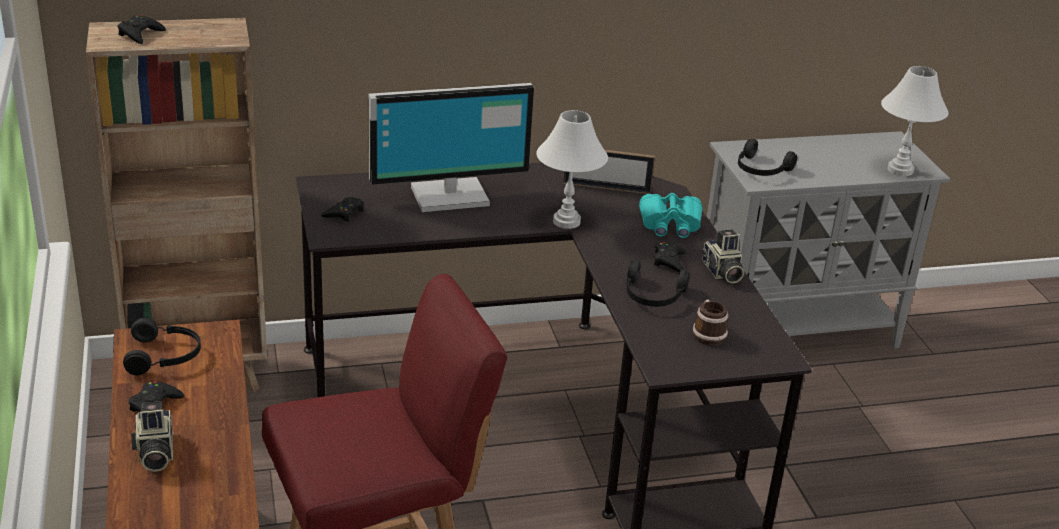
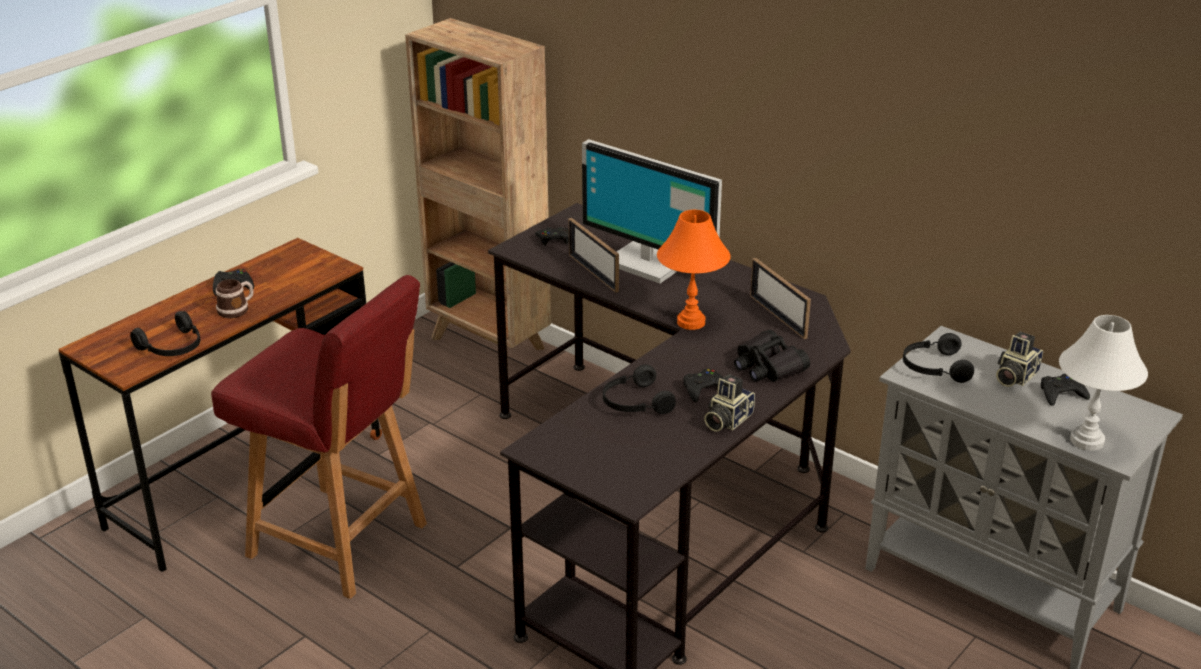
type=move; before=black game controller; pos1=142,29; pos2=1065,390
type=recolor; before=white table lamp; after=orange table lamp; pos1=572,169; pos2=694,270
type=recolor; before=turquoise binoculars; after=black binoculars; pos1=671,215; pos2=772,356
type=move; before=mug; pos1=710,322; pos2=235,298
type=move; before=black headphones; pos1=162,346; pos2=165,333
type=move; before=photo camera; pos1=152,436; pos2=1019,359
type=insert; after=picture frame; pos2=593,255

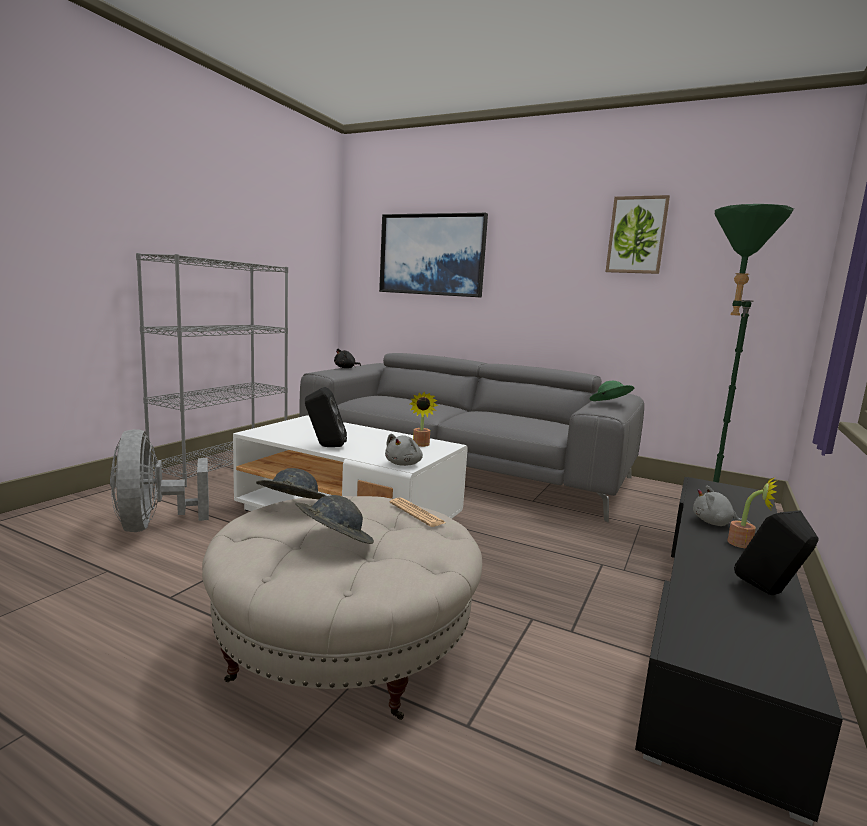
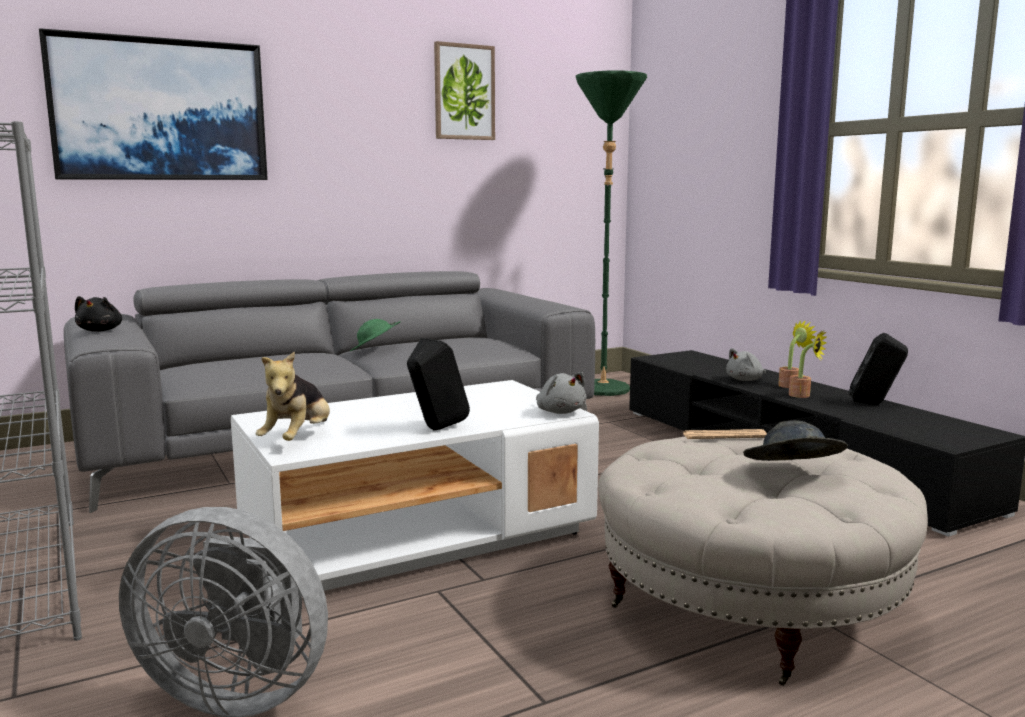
type=move; before=green hat; pos1=612,391; pos2=375,335
type=move; before=potted plant; pos1=424,419; pos2=808,364
type=delete; before=grey hat; pos1=291,484
type=insert; after=plush toy; pos2=293,396

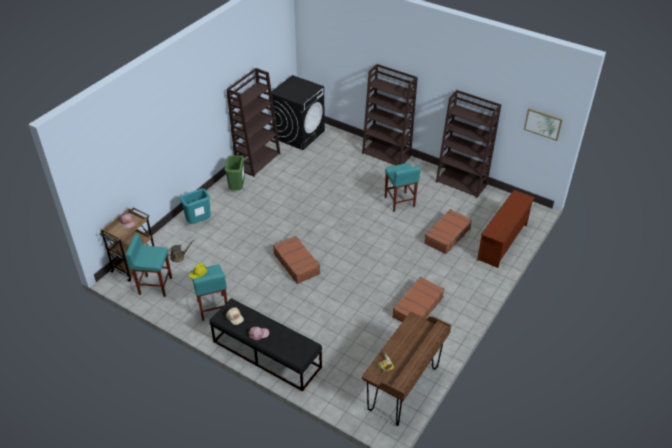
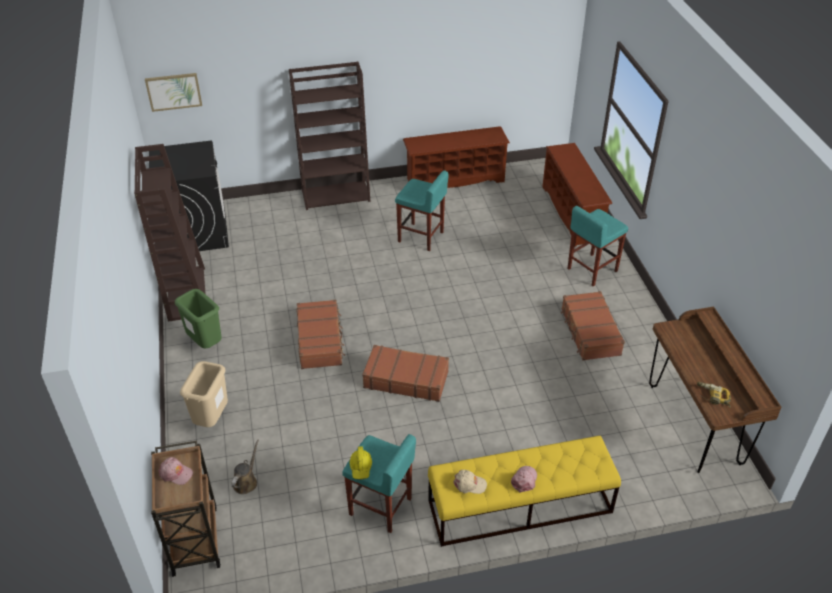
type=replace; before=brown bookcase; after=brown shoe rack; pos1=469,144; pos2=456,157
type=move; before=picture; pos1=543,124; pos2=173,92
type=recolor; before=turquoise trash can; after=beige trash can; pos1=195,206; pos2=204,394
type=move; before=brown suitcase; pos1=448,231; pos2=321,334
type=move; before=turquoise stool; pos1=148,265; pos2=597,246
type=recolor; before=black bench; after=yellow bench; pos1=266,345; pos2=524,491

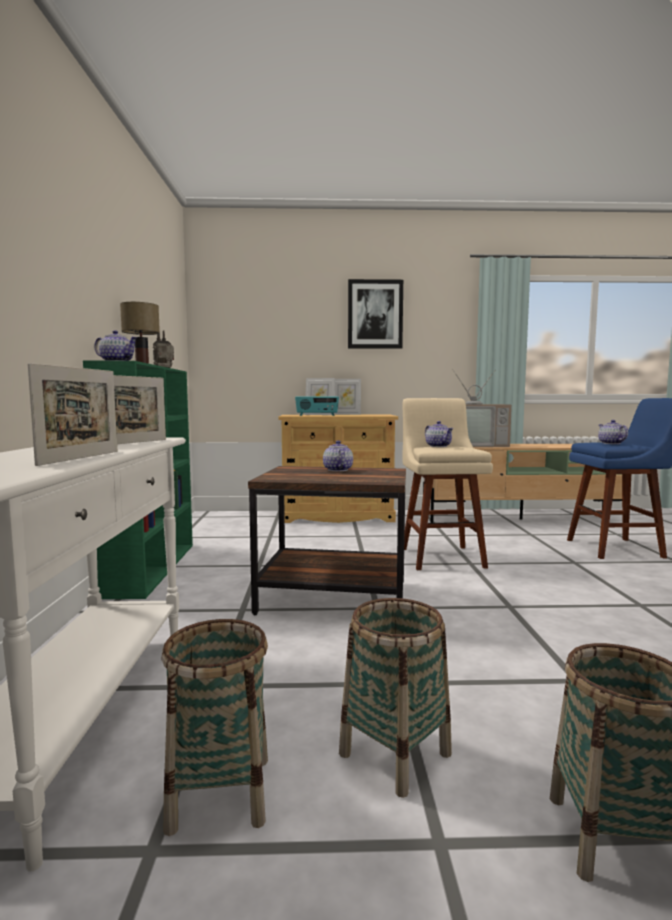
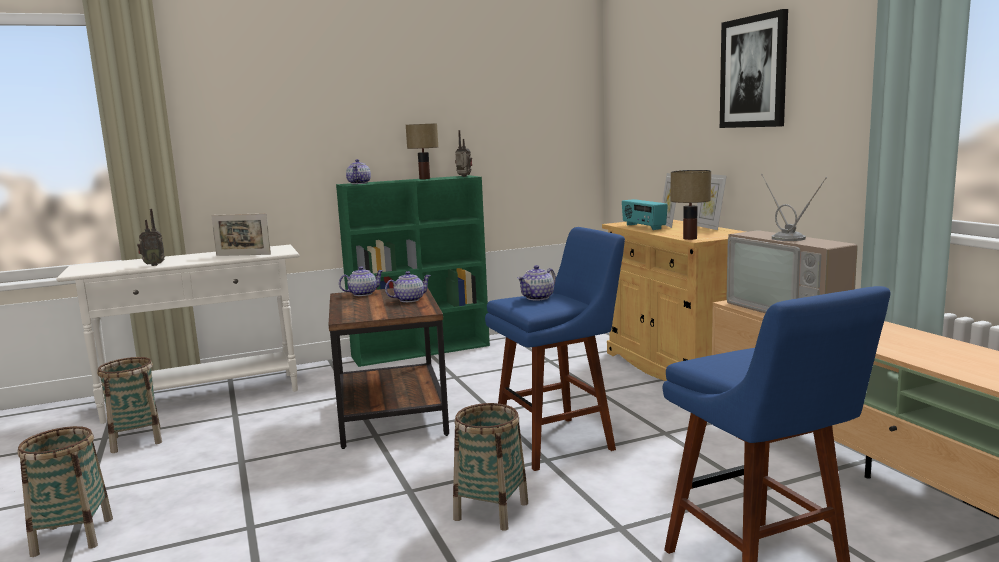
type=replace; before=picture frame; after=radio; pos1=72,414; pos2=151,237
type=recolor; before=beige stool; after=blue stool; pos1=447,484; pos2=555,349
type=move; before=teapot; pos1=613,432; pos2=361,281
type=move; before=basket; pos1=395,698; pos2=490,467
type=insert; after=table lamp; pos2=691,205

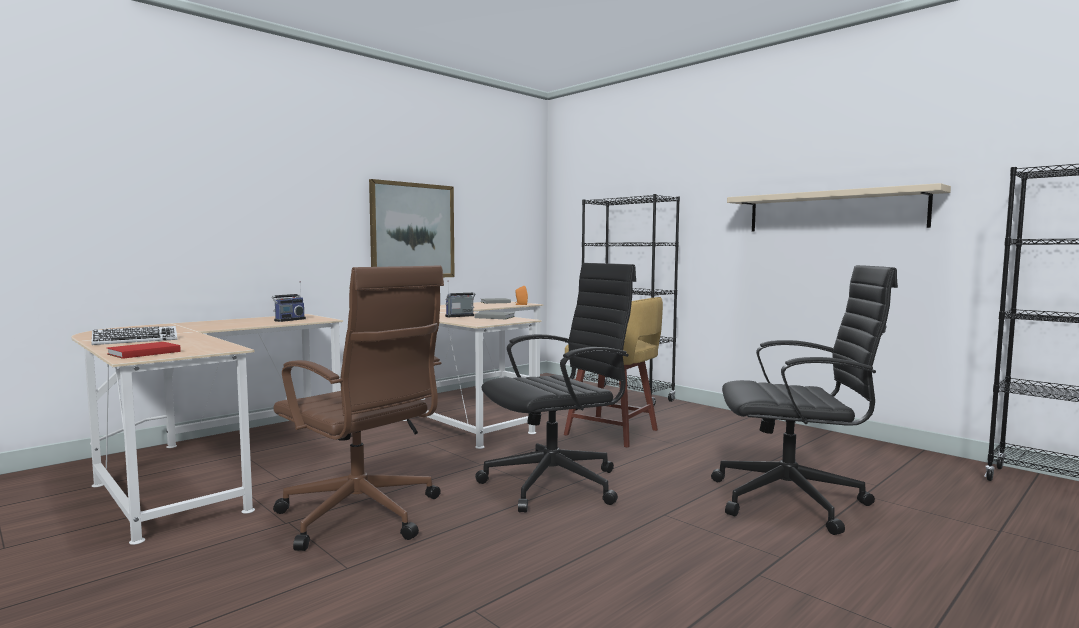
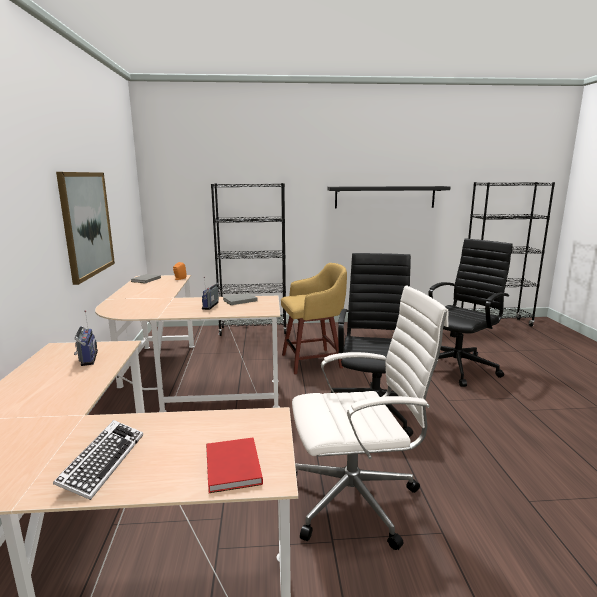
type=recolor; before=beige shelf; after=black shelf; pos1=839,207; pos2=388,197
type=recolor; before=brown office chair; after=white office chair; pos1=358,408; pos2=370,417

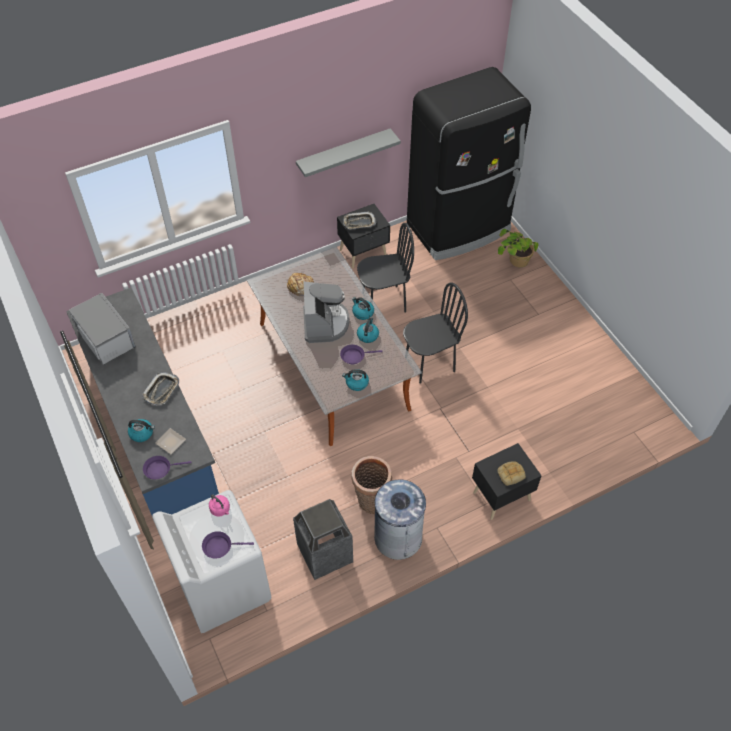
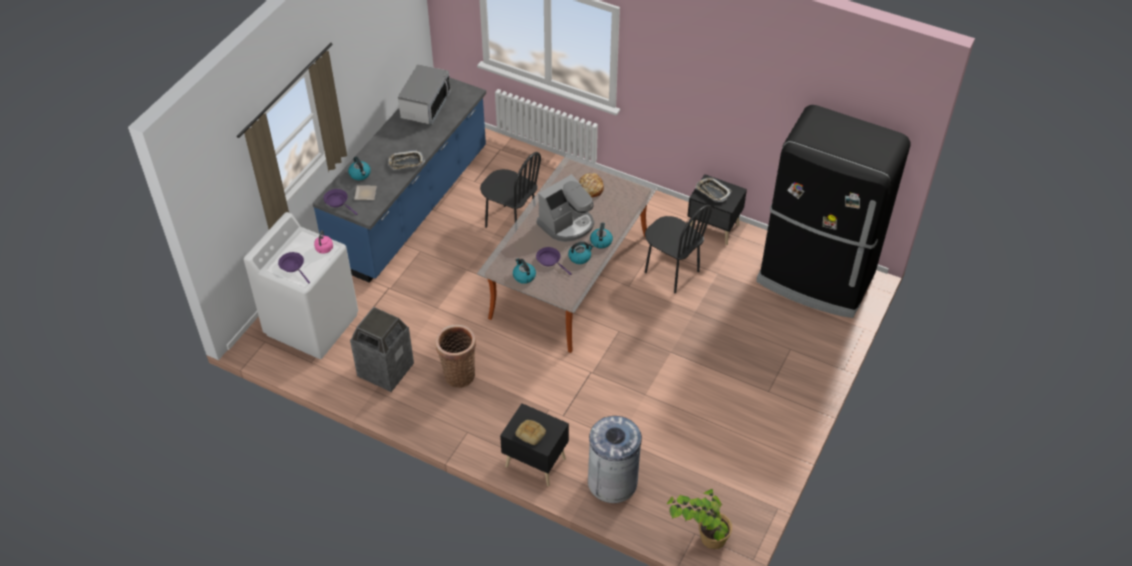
type=delete; before=grey shelf; pos1=348,152
type=move; before=potted plant; pos1=518,248; pos2=699,519
type=move; before=black chair; pos1=435,333; pos2=510,190
type=move; before=grey trash can; pos1=400,519; pos2=615,459

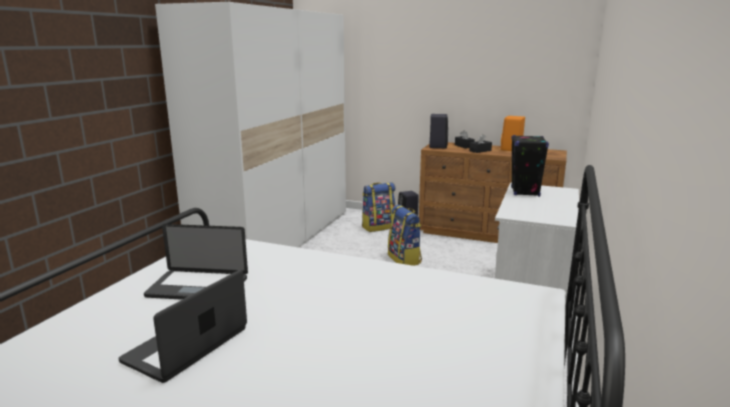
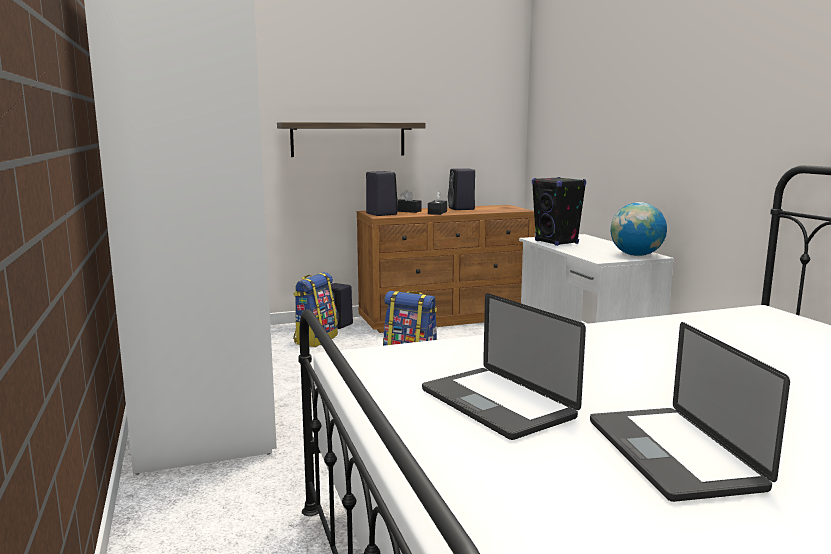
type=recolor; before=orange speaker; after=black speaker; pos1=513,133; pos2=461,189
type=rotate; before=laptop; pos1=196,262; pos2=504,366; turn=90
type=insert; after=shelf; pos2=351,139
type=insert; after=globe; pos2=639,229

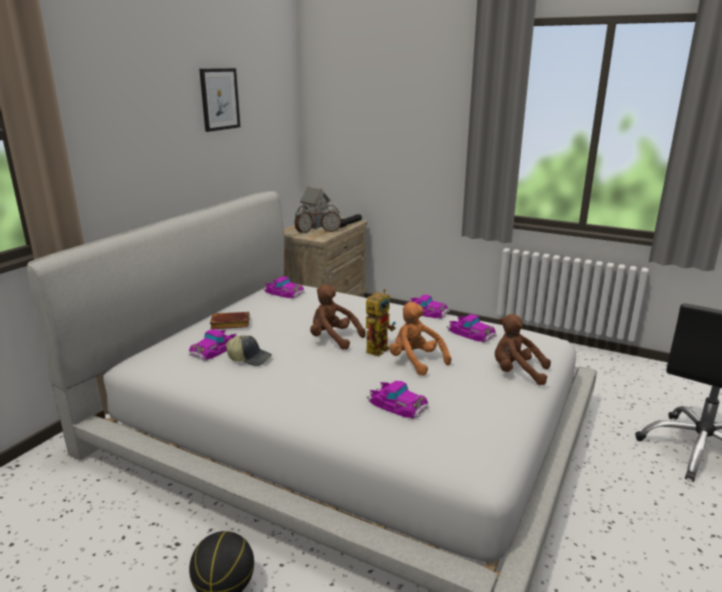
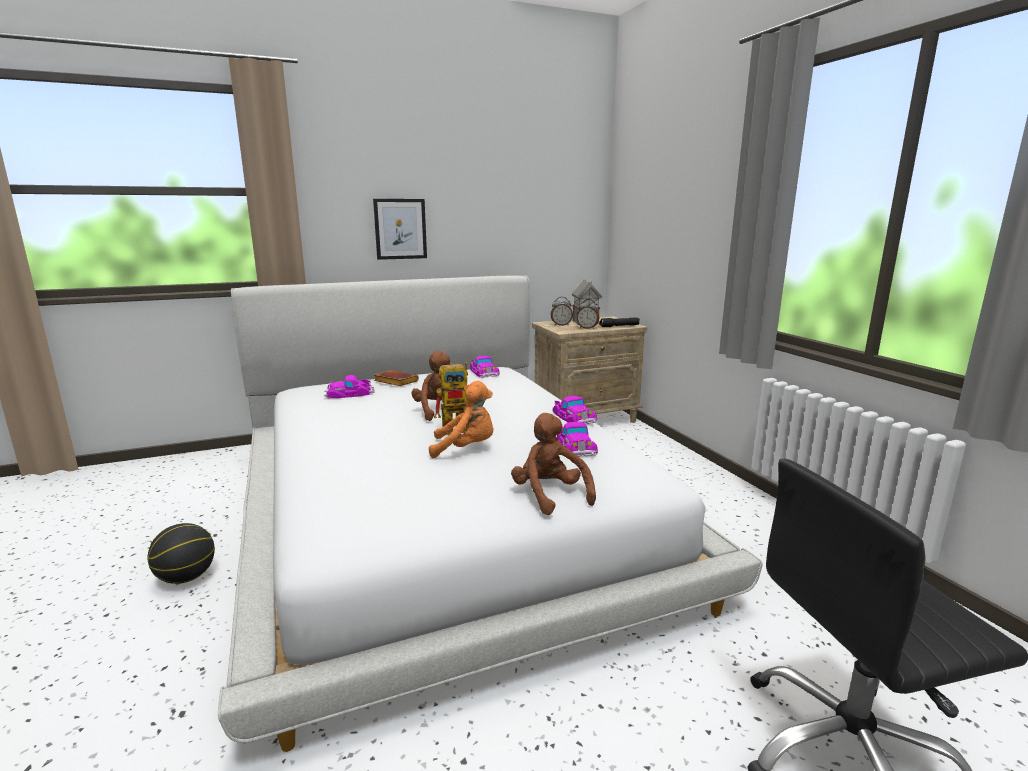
type=move; before=picture; pos1=219,100; pos2=400,229
type=rotate; before=orange plush toy; pos1=420,339; pos2=461,419; turn=90
type=delete; before=cap; pos1=249,350
type=delete; before=toy car; pos1=398,400

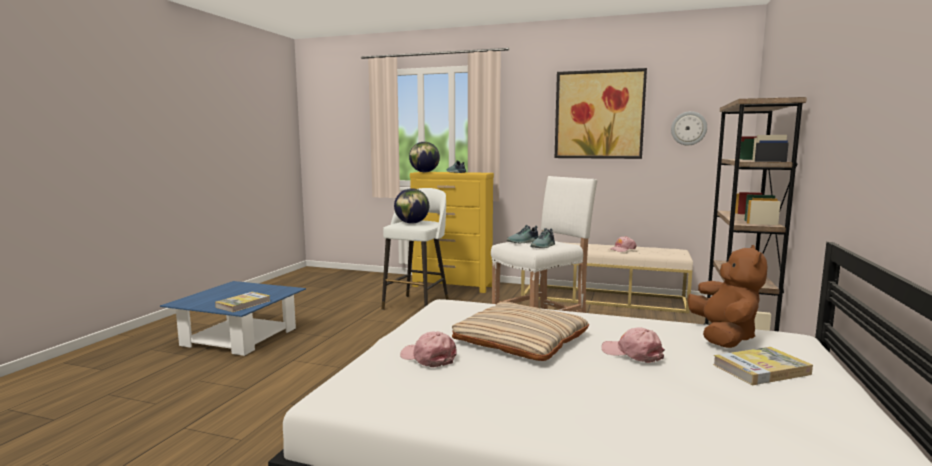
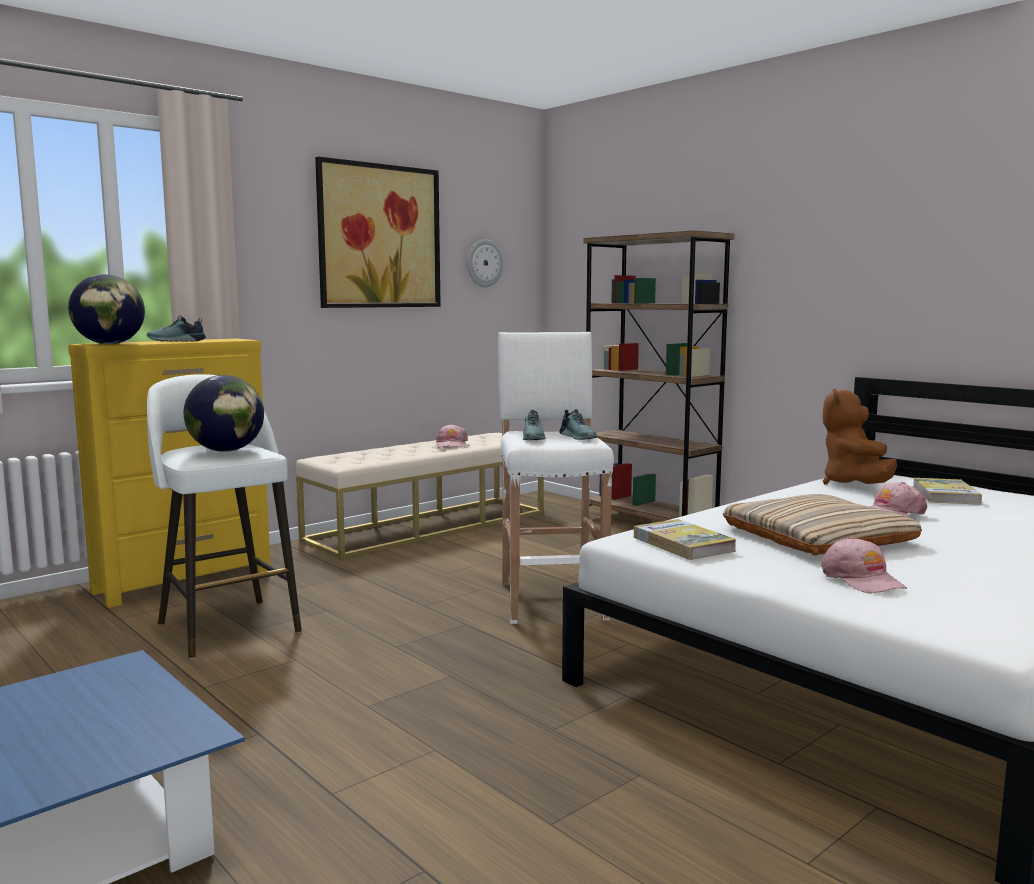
type=rotate; before=brown plush toy; pos1=727,296; pos2=859,436; turn=-120
type=move; before=book; pos1=242,302; pos2=685,539
type=rotate; before=pink cap; pos1=428,349; pos2=864,565; turn=-90

